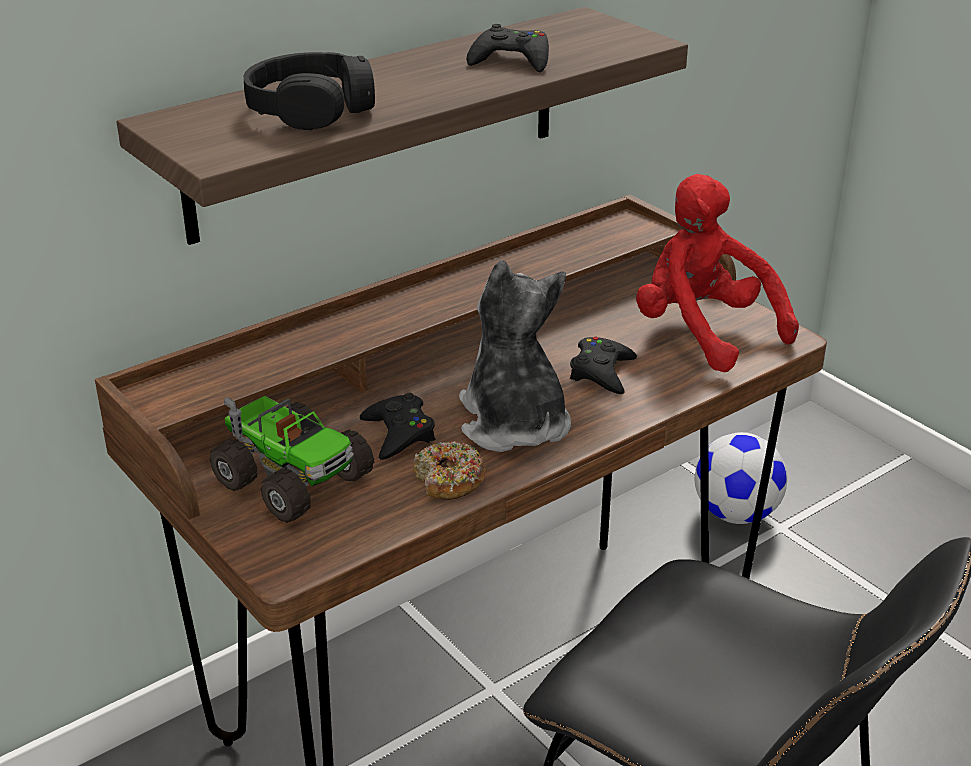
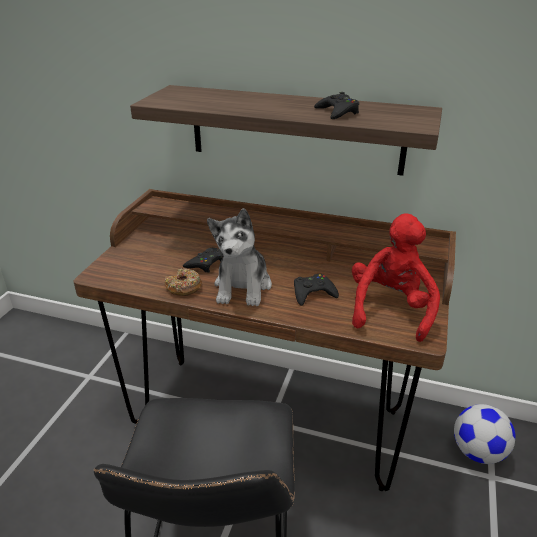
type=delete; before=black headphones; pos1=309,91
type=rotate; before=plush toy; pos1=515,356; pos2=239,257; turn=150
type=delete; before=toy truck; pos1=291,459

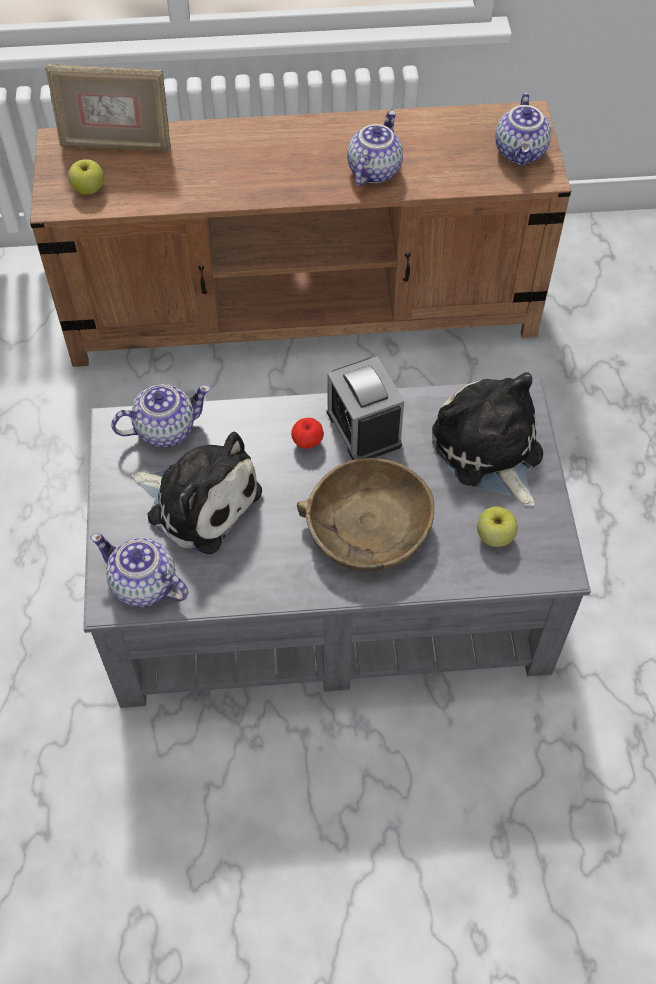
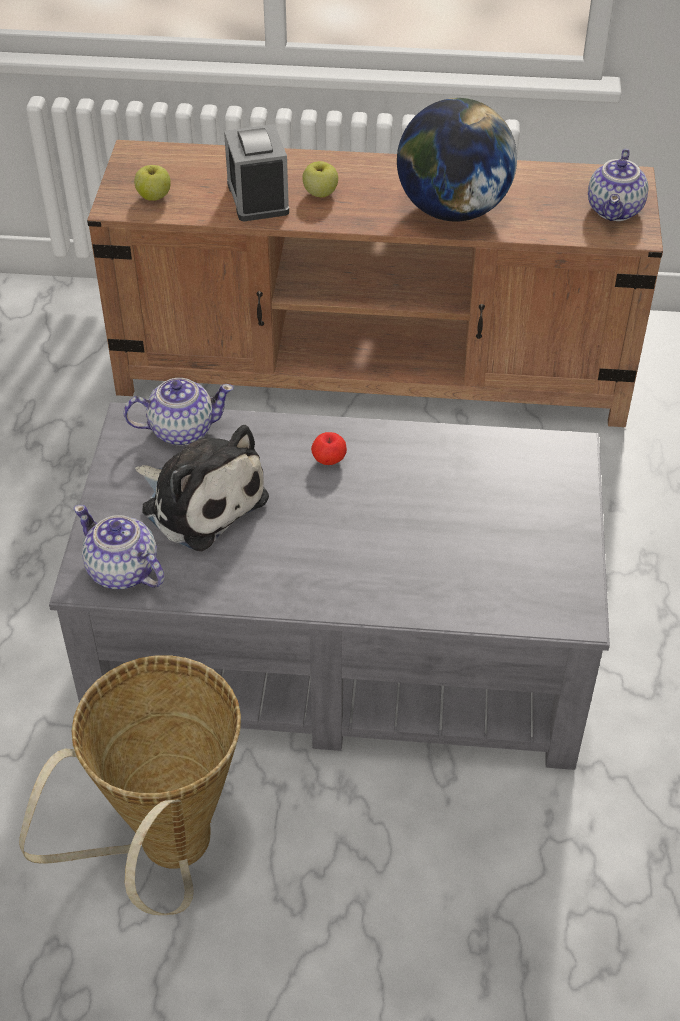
type=delete; before=picture frame; pos1=108,107
type=replace; before=teapot; after=globe; pos1=375,148; pos2=457,160
type=move; before=alarm clock; pos1=365,408; pos2=256,172
type=delete; before=plush toy; pos1=487,439
type=delete; before=brown bowl; pos1=365,514
type=move; before=apple; pos1=497,526; pos2=320,179
type=insert; after=basket; pos2=130,785

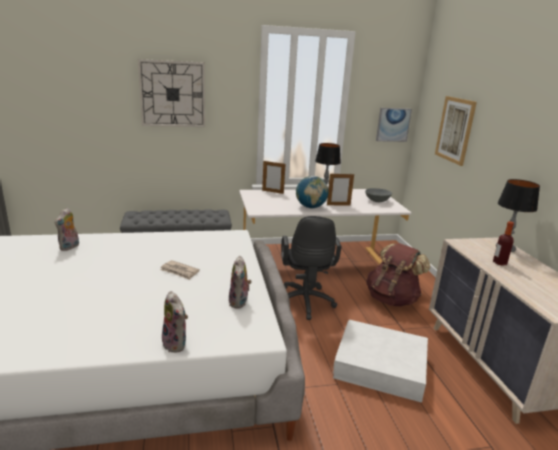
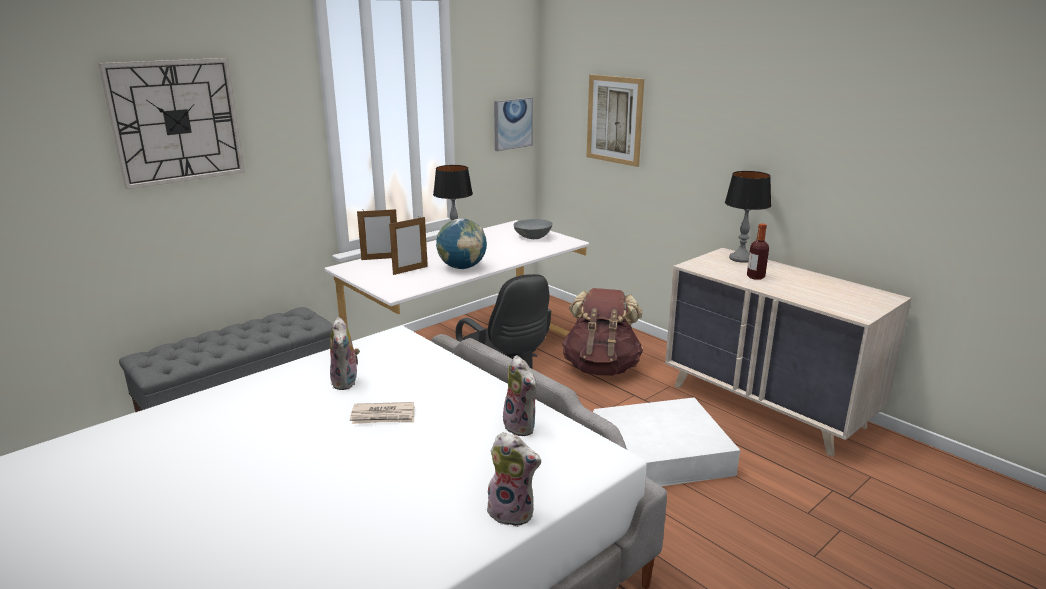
type=move; before=picture frame; pos1=340,190; pos2=408,246
type=move; before=plush toy; pos1=67,229; pos2=345,353

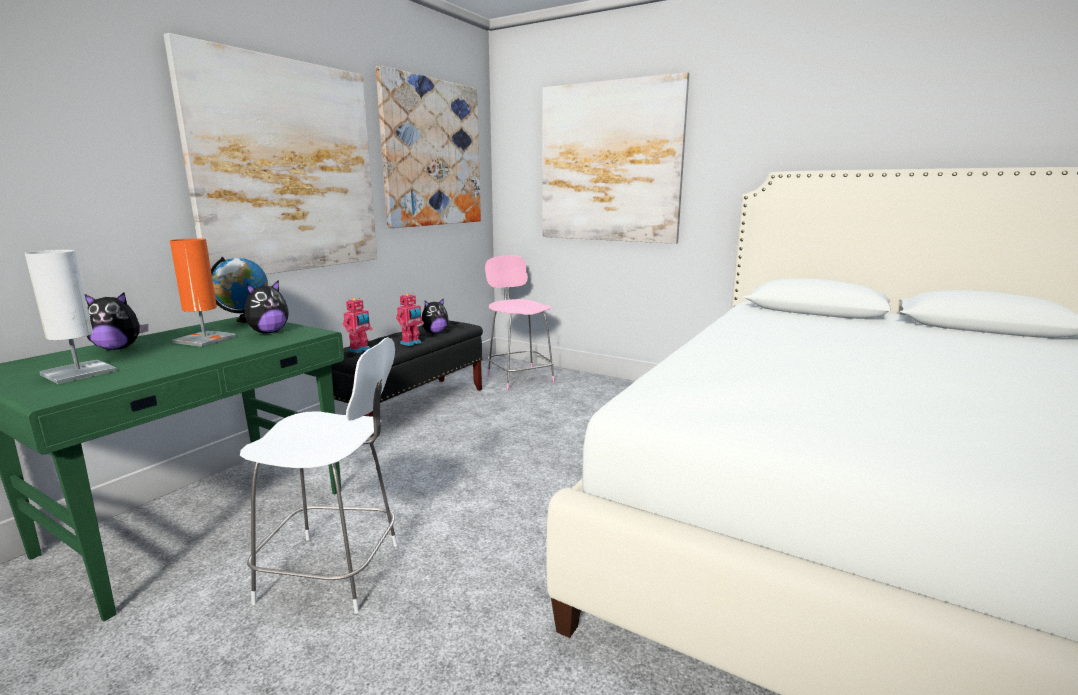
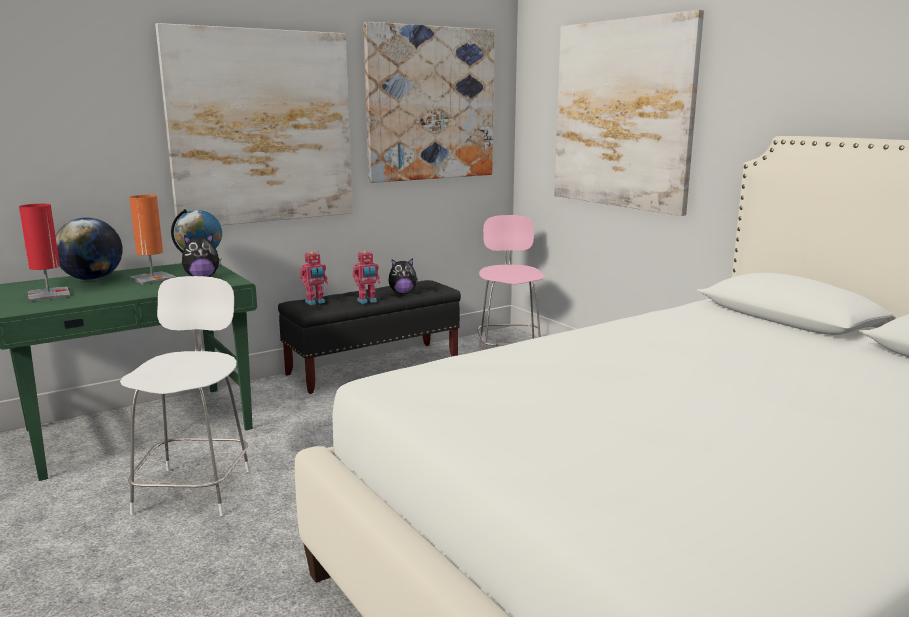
type=recolor; before=white table lamp; after=red table lamp; pos1=71,317; pos2=44,253
type=replace; before=plush toy; after=globe; pos1=116,321; pos2=89,248
type=rotate; before=white chair; pos1=319,475; pos2=185,396; turn=-120

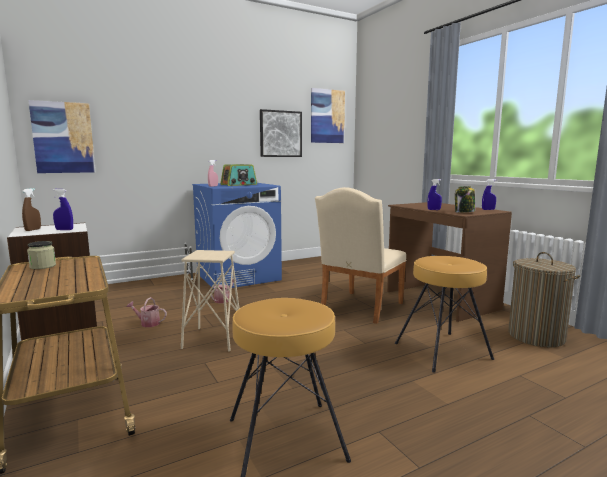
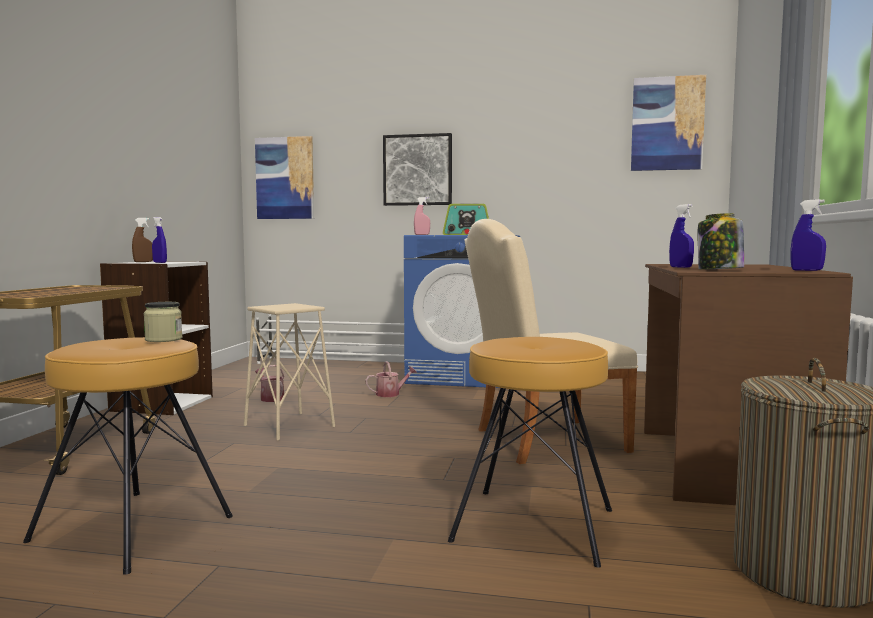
type=move; before=picture; pos1=281,133; pos2=417,169
type=move; before=jar; pos1=41,255; pos2=163,322

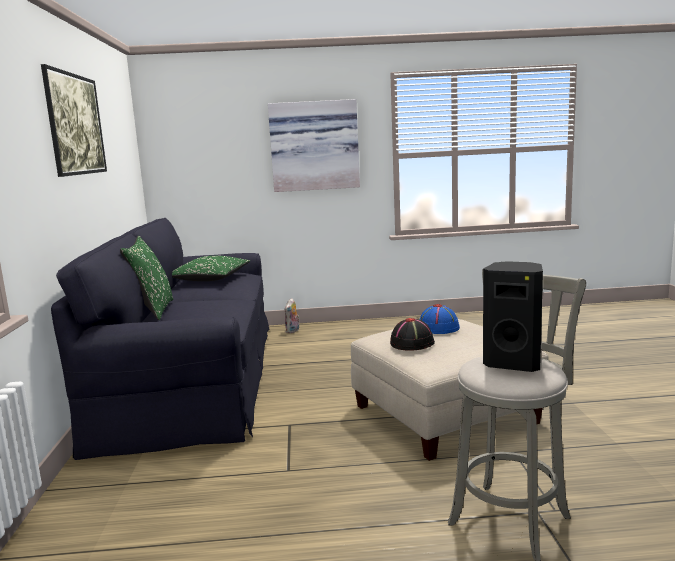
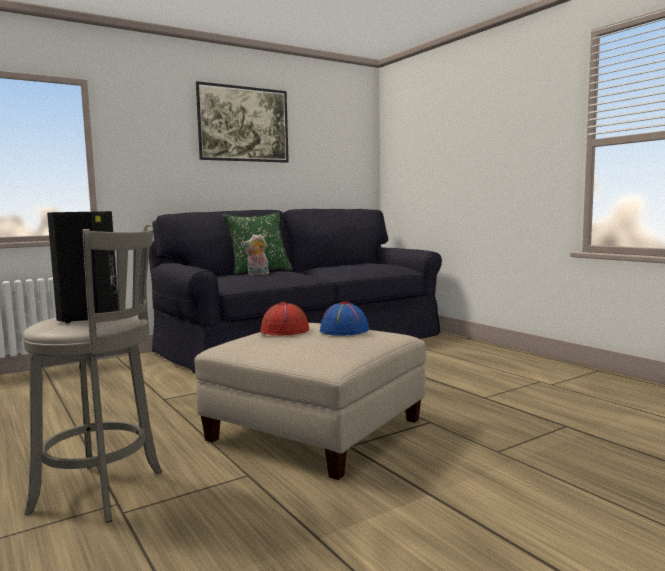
type=delete; before=picture; pos1=314,145
type=delete; before=green pillow; pos1=211,268
type=move; before=plush toy; pos1=292,315; pos2=256,254
type=recolor; before=black hat; after=red hat; pos1=412,334; pos2=285,319

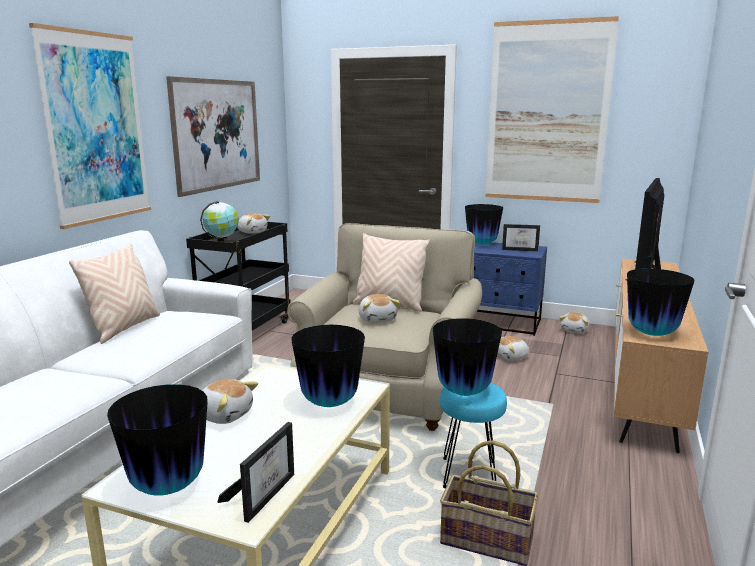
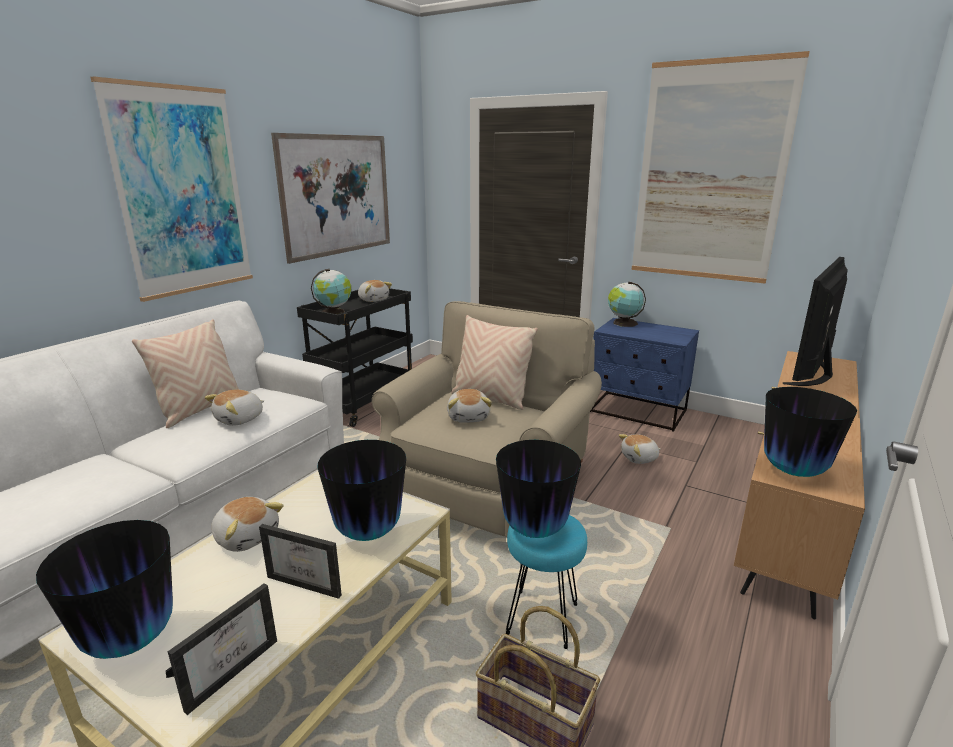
type=replace; before=vase; after=globe; pos1=484,224; pos2=627,304
type=move; before=picture frame; pos1=521,237; pos2=300,561
type=move; before=plush toy; pos1=574,323; pos2=234,407

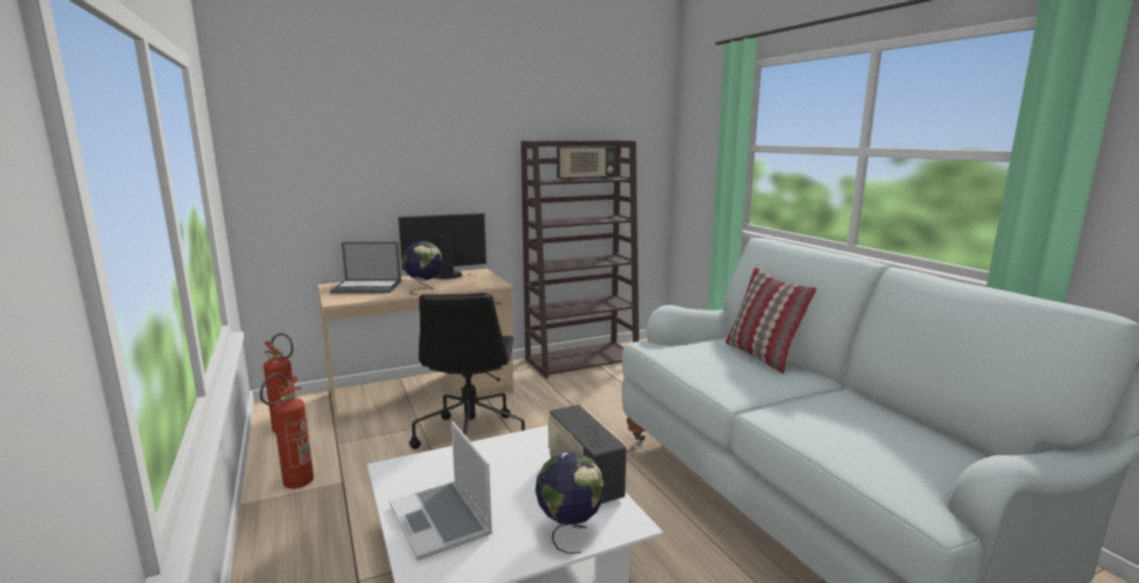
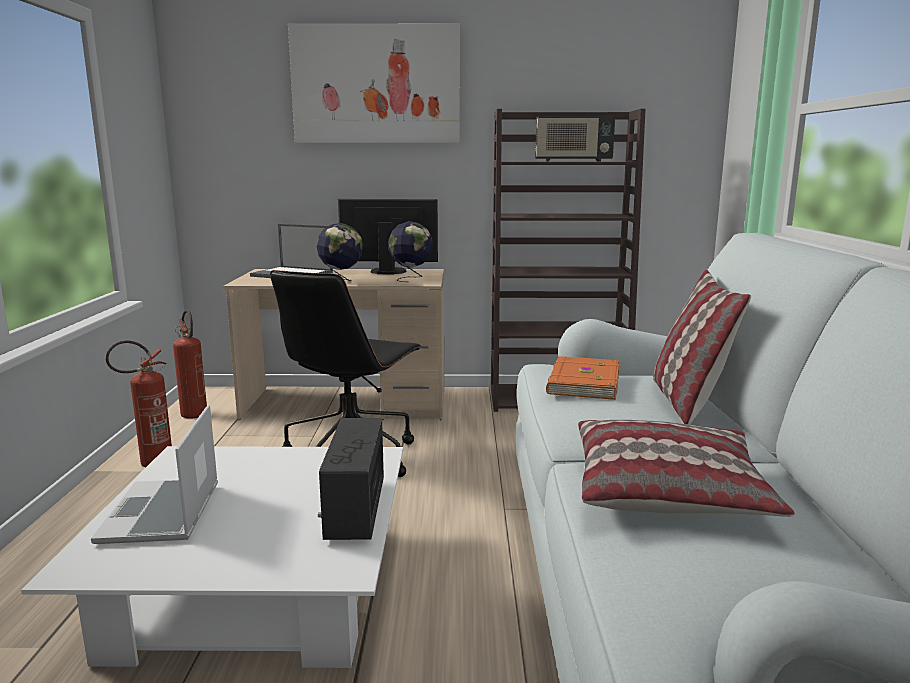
type=move; before=globe; pos1=570,503; pos2=410,251
type=insert; after=picture; pos2=374,83
type=insert; after=orange book; pos2=582,378
type=insert; after=pillow; pos2=686,468

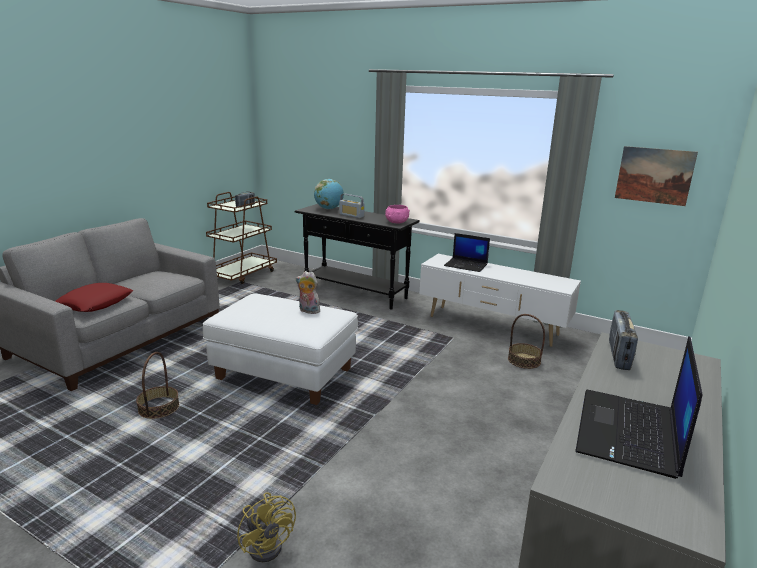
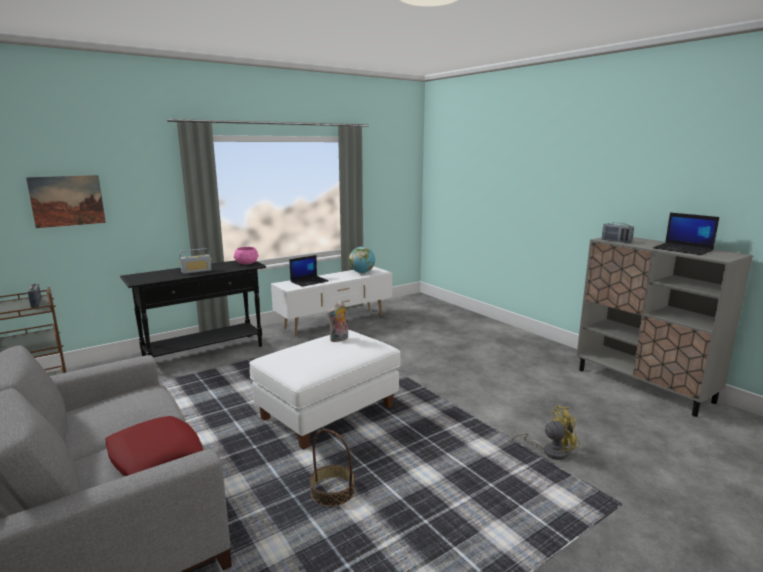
type=move; before=picture; pos1=656,176; pos2=66,201
type=move; before=globe; pos1=329,194; pos2=362,260
type=delete; before=basket; pos1=526,341

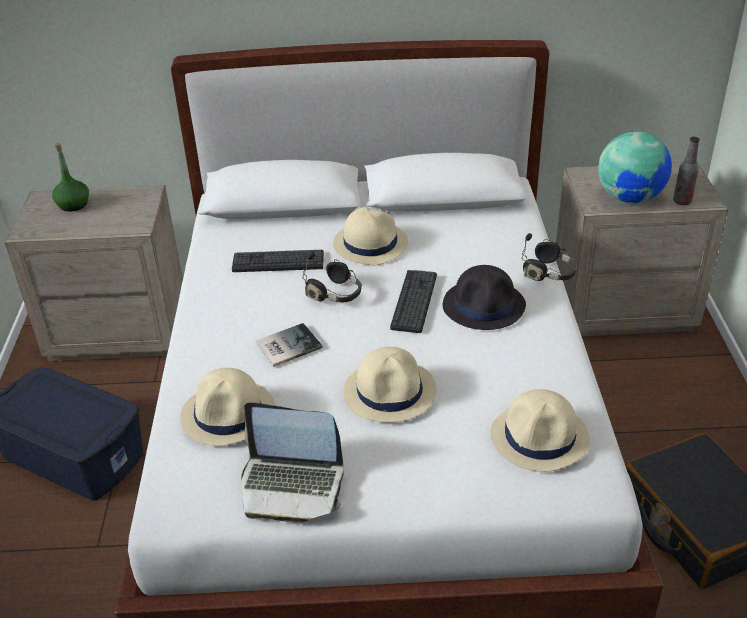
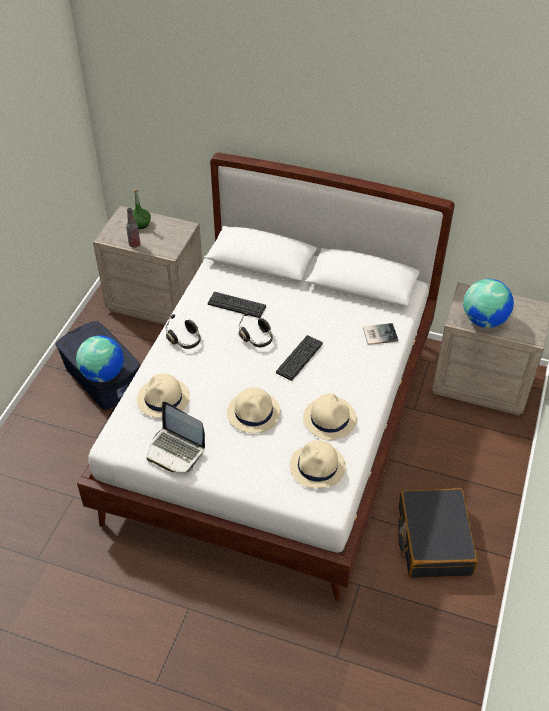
type=move; before=bottle; pos1=686,171; pos2=133,228
type=move; before=beige hat; pos1=370,236; pos2=330,417
type=move; before=black headphones; pos1=549,257; pos2=183,331
type=delete; before=black hat; pos1=484,297
type=move; before=book; pos1=288,345; pos2=380,334
type=insert; after=globe; pos2=100,359

